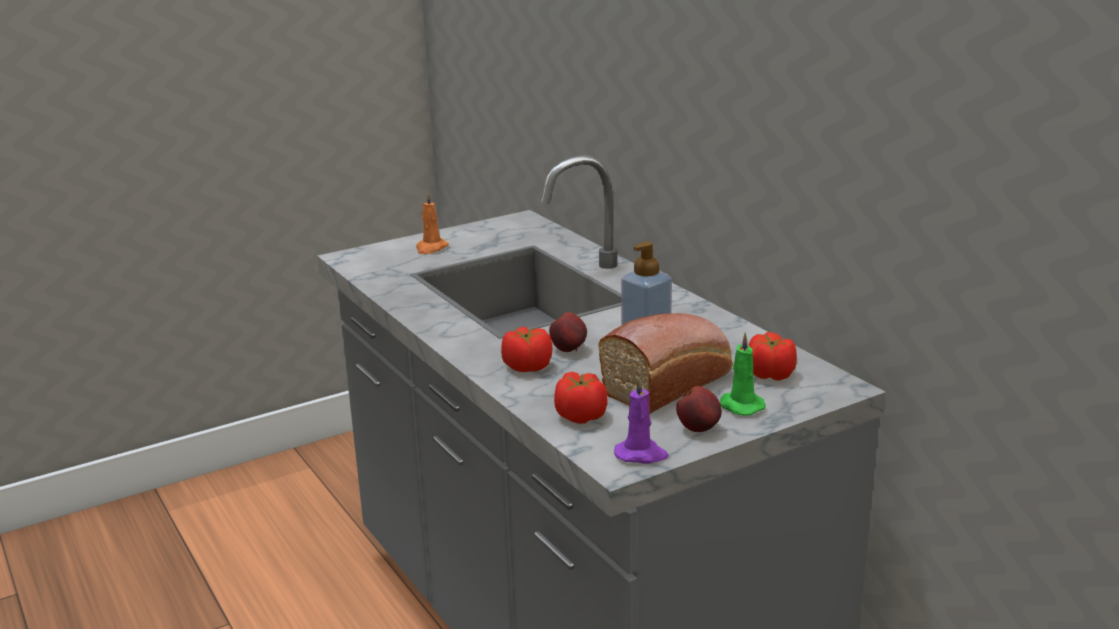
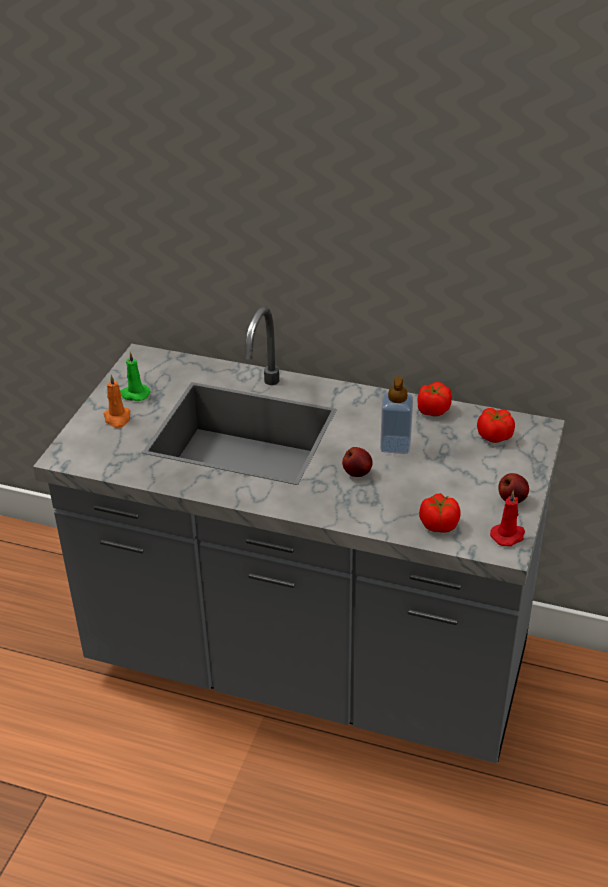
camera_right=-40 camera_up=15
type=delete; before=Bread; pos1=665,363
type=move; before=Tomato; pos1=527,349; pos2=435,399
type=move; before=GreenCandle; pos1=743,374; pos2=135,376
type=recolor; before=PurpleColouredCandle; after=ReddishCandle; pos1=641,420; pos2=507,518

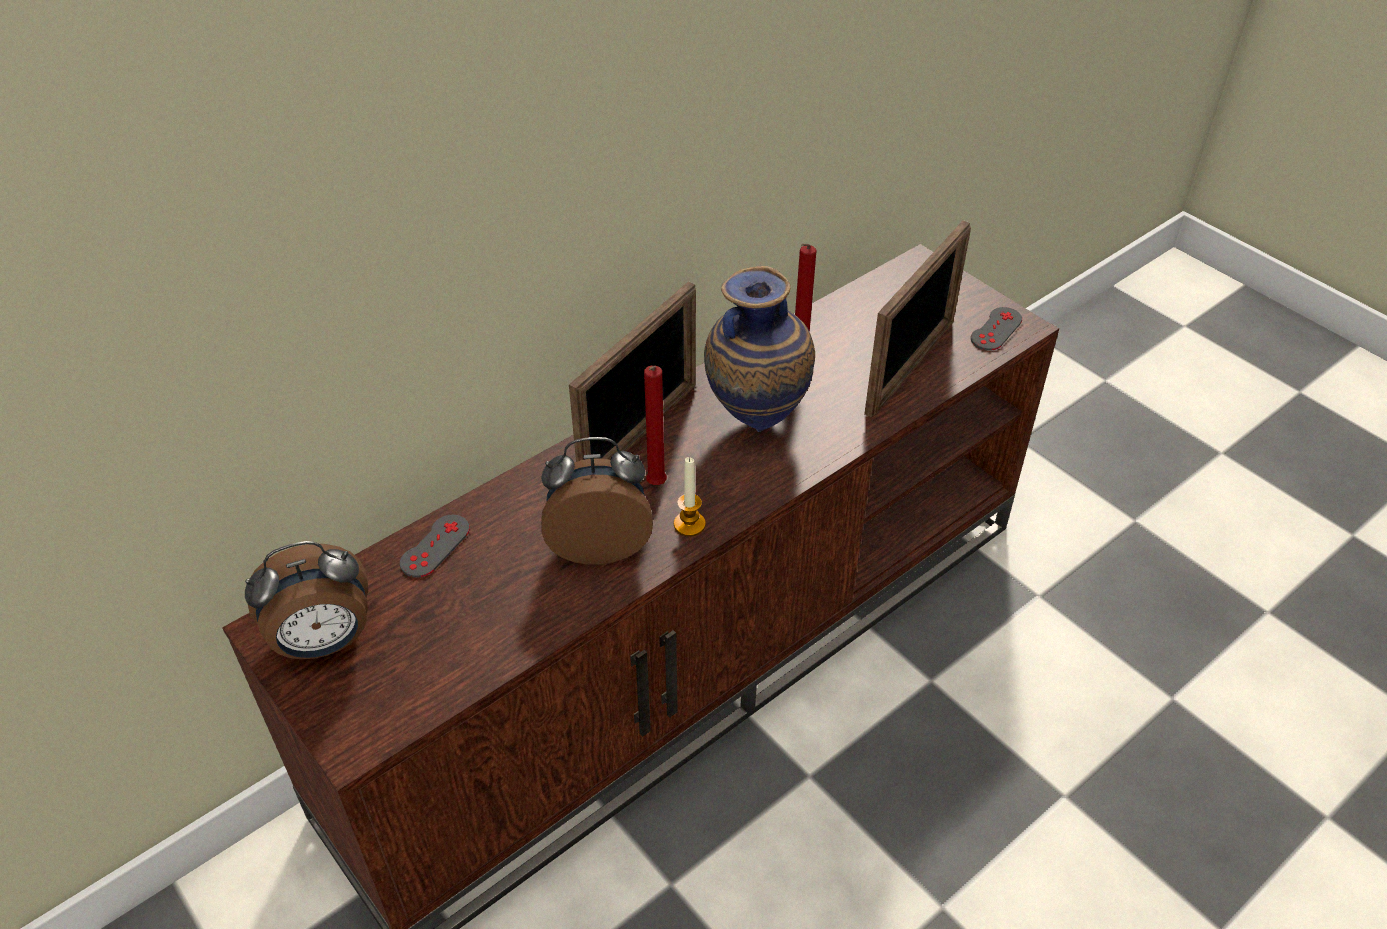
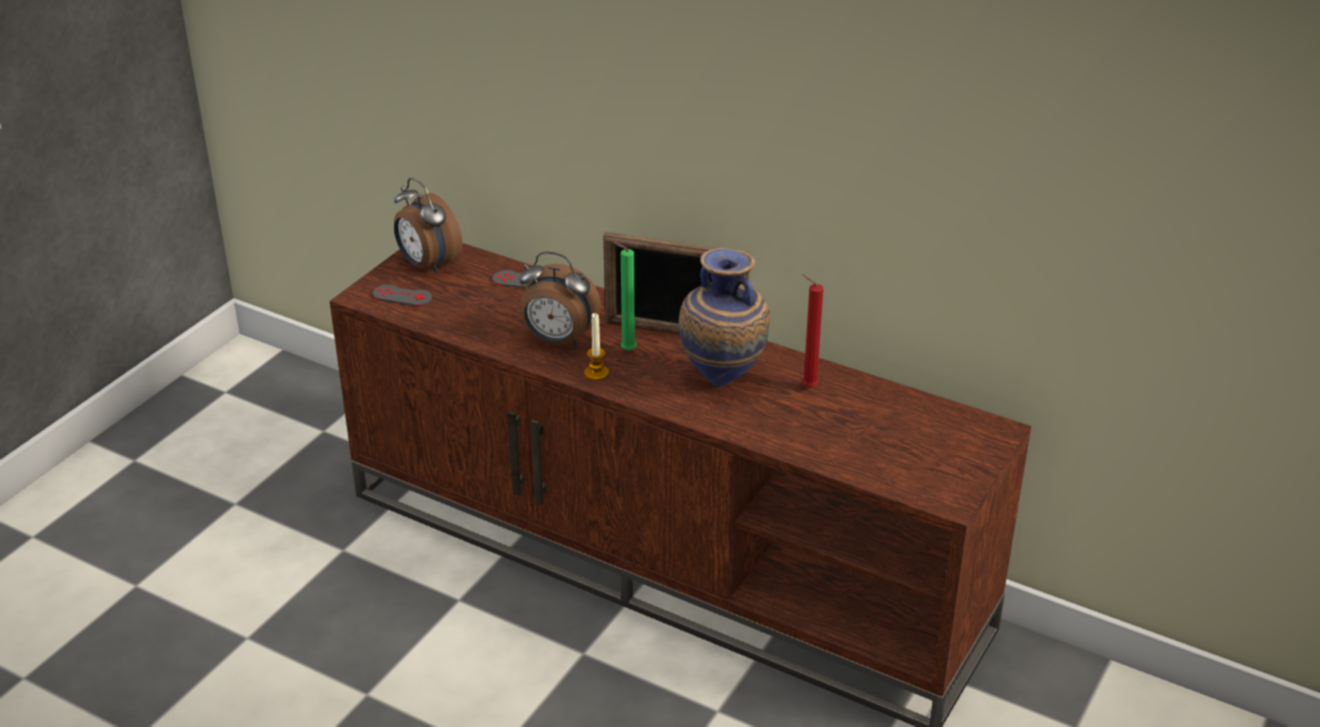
camera_right=70 camera_up=-10
type=delete; before=PhotoFrame; pos1=917,318
type=move; before=GrayGameController; pos1=996,328; pos2=402,295
type=recolor; before=ReddishCandle; after=GreenCandle; pos1=655,425; pos2=625,296
type=rotate; before=AlarmClock; pos1=597,501; pos2=560,298; turn=135

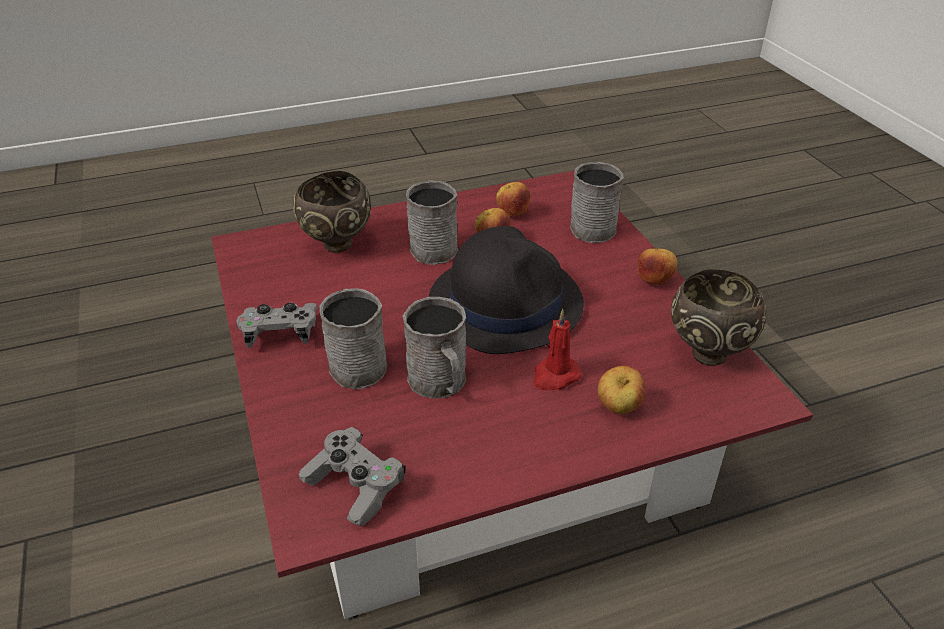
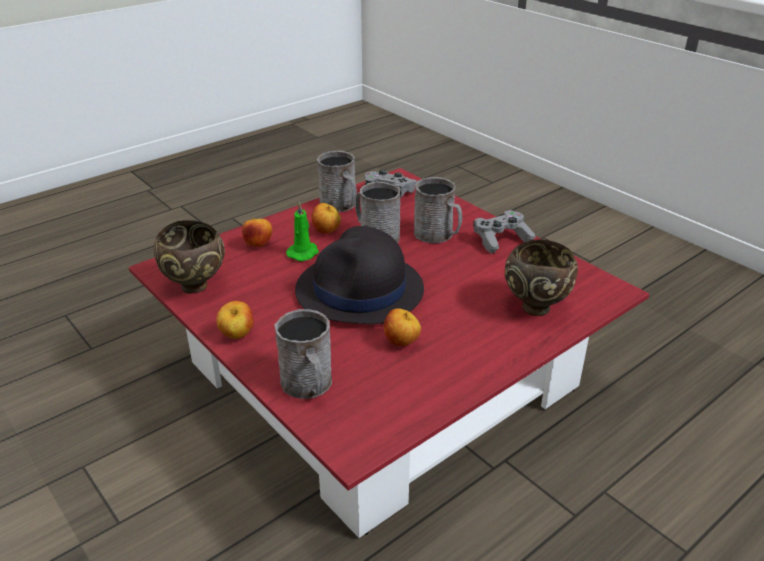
camera_right=160 camera_up=-5
type=move; before=GrayCoffeeMug; pos1=432,222; pos2=337,181
type=move; before=WholeApple; pos1=513,199; pos2=326,218
type=recolor; before=ReddishCandle; after=GreenCandle; pos1=557,349; pos2=302,231

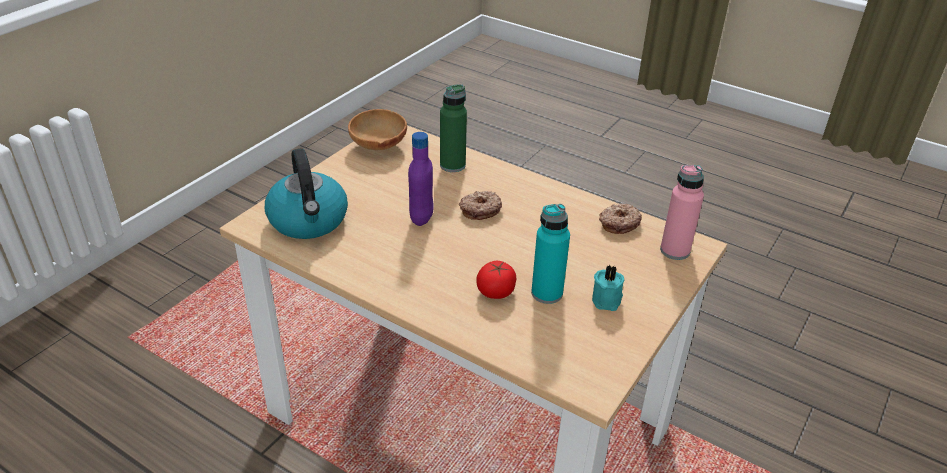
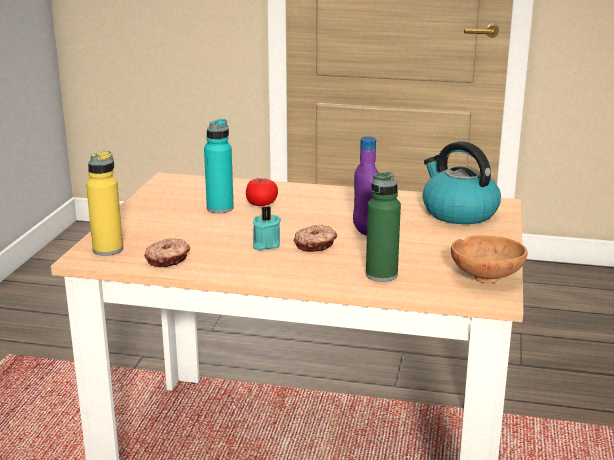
camera_right=160 camera_up=-15
type=move; before=TurquoiseColouredCandle; pos1=608,288; pos2=267,228
type=recolor; before=PinkishBeverageBottle; after=YellowishBeverageBottle; pos1=682,212; pos2=104,203

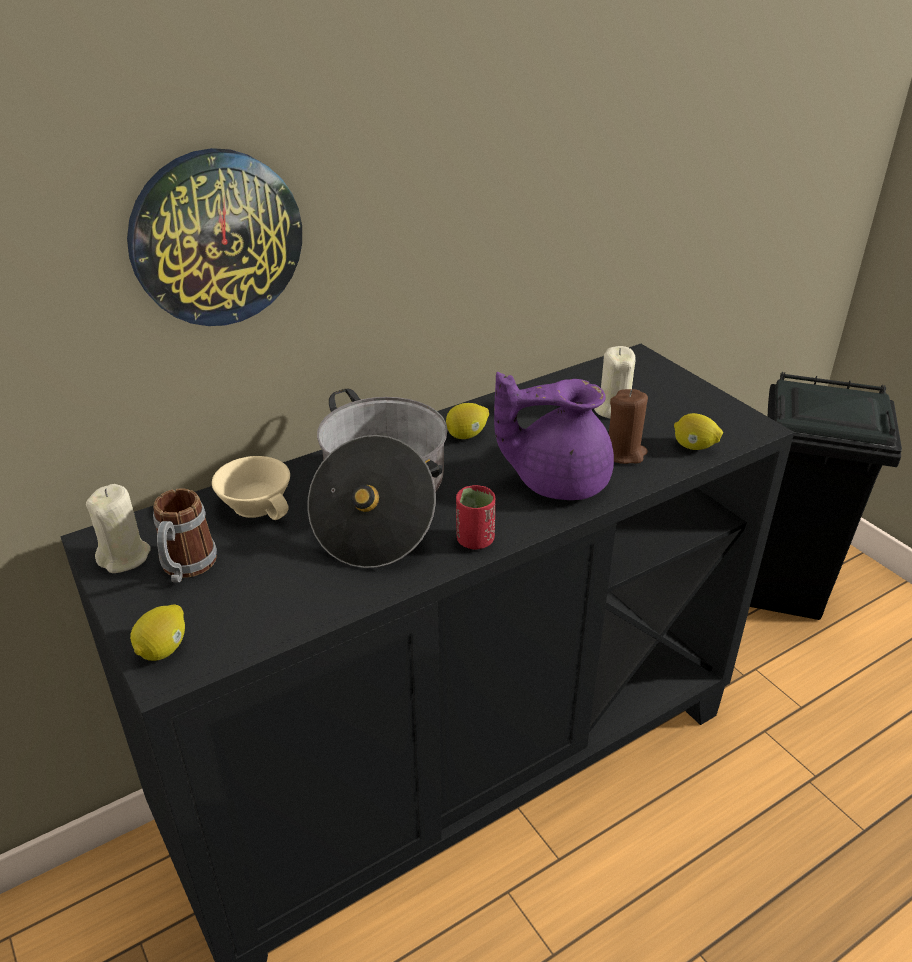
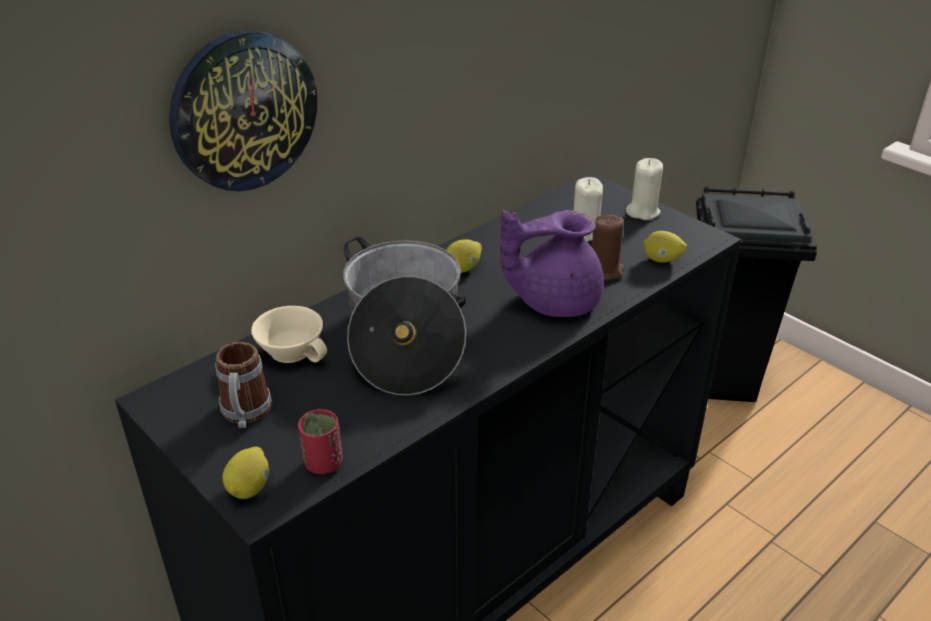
camera_right=-10 camera_up=0
type=move; before=SandColouredCandle; pos1=118,528; pos2=644,189
type=move; before=ReddishCup; pos1=476,517; pos2=320,441

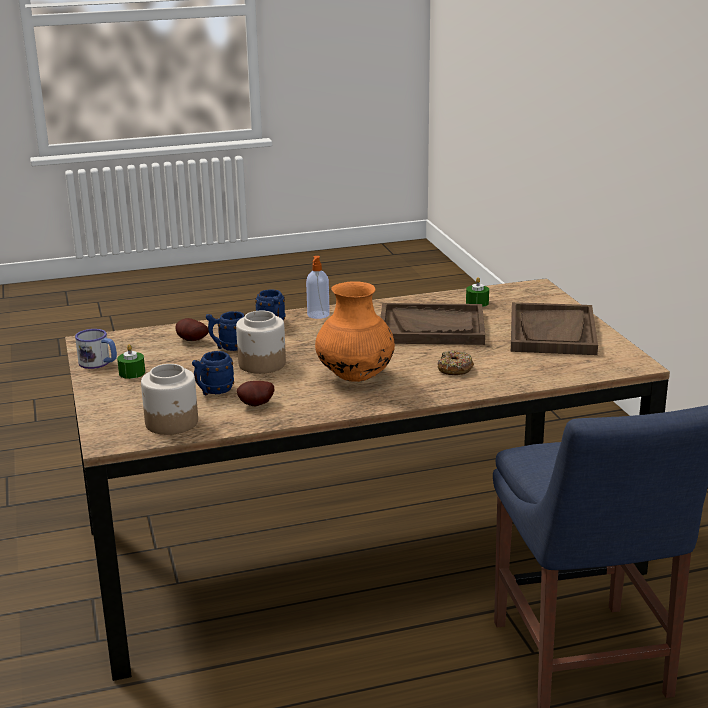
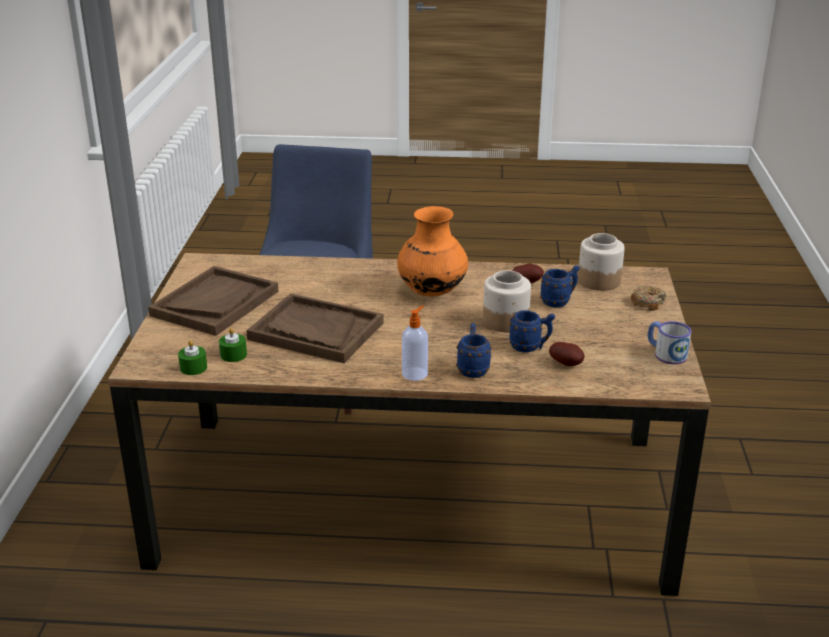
camera_right=-160 camera_up=5
type=move; before=GreenCandle; pos1=131,361; pos2=192,357
type=move; before=Doughnut; pos1=455,362; pos2=648,298

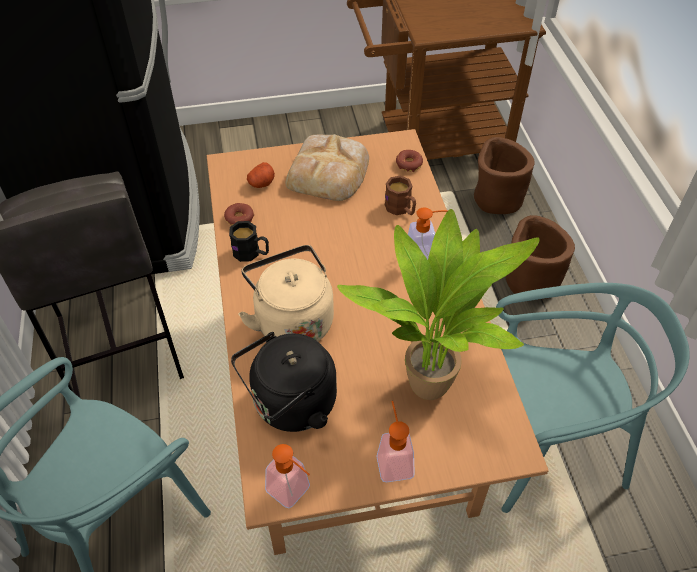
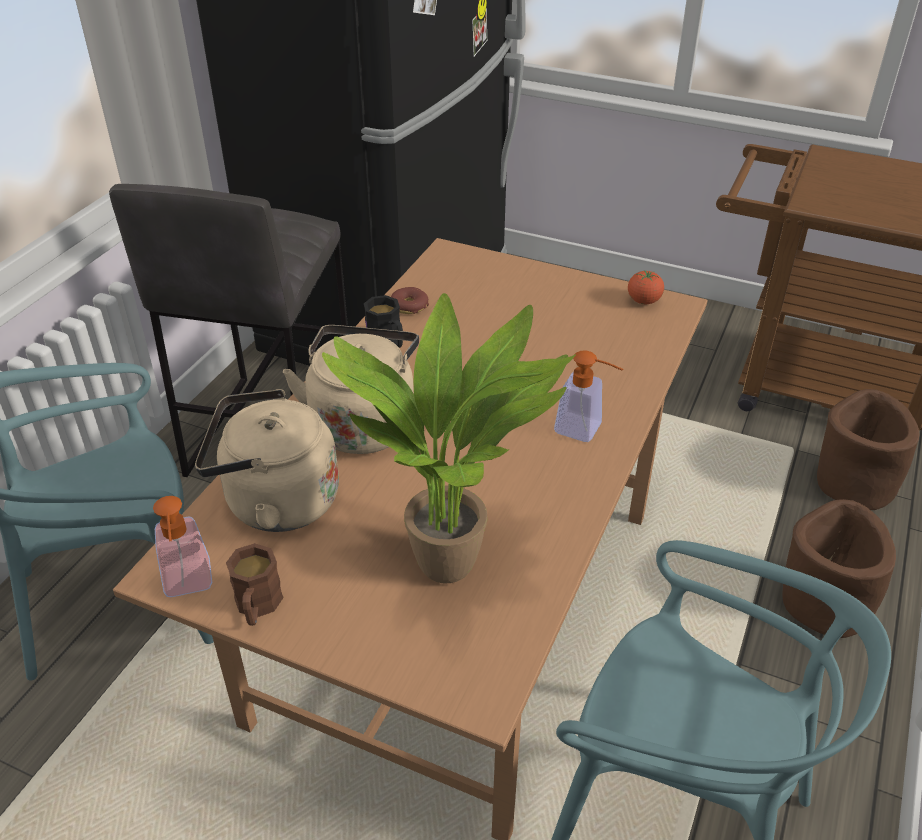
camera_right=35 camera_up=-10
type=delete; before=Potato; pos1=261,175
type=delete; before=Bread; pos1=327,167
type=delete; before=SoapDispenser; pos1=395,441
type=delete; before=Doughnut; pos1=409,161
type=insert; after=Tomato; pos2=646,287
type=move; before=BrownCoffeeMug; pos1=400,195; pos2=255,584
type=recolor; before=BlackishTeaKettle; after=SandColouredTeaKettle; pos1=284,382; pos2=267,460

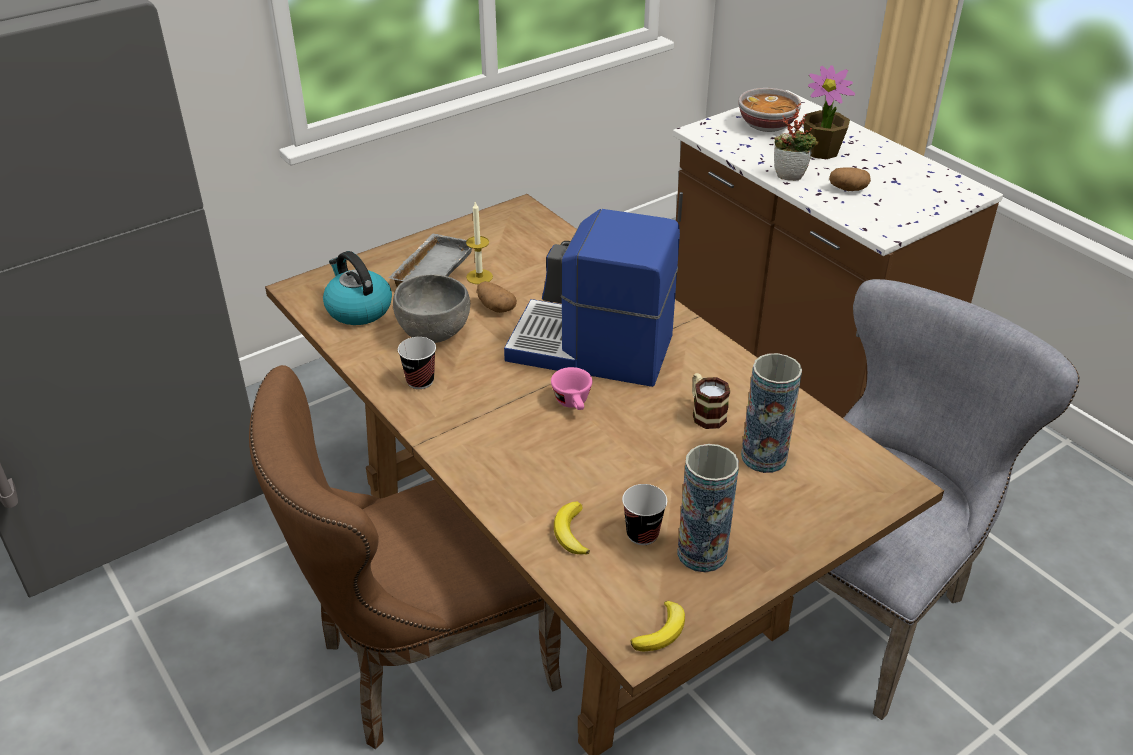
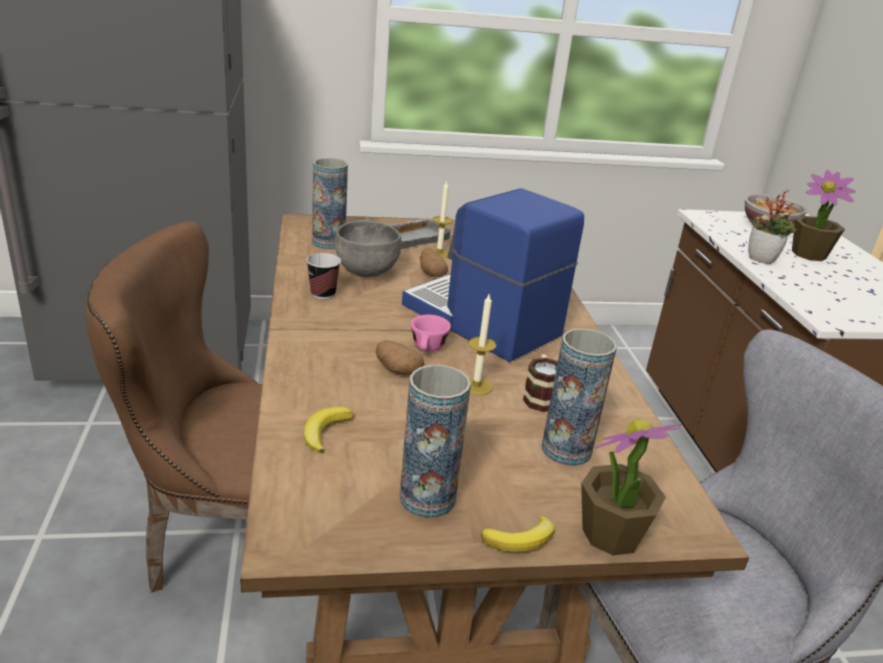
camera_right=25 camera_up=-10
type=delete; before=Cup; pos1=644,514
type=insert; after=Candle; pos2=482,344
type=insert; after=Houseplant; pos2=631,487
type=move; before=BananaFruit; pos1=658,626; pos2=517,534
type=move; before=Potato; pos1=850,179; pos2=400,357
type=replace; before=TeaKettle; after=FlowerVase; pos1=357,288; pos2=330,204

